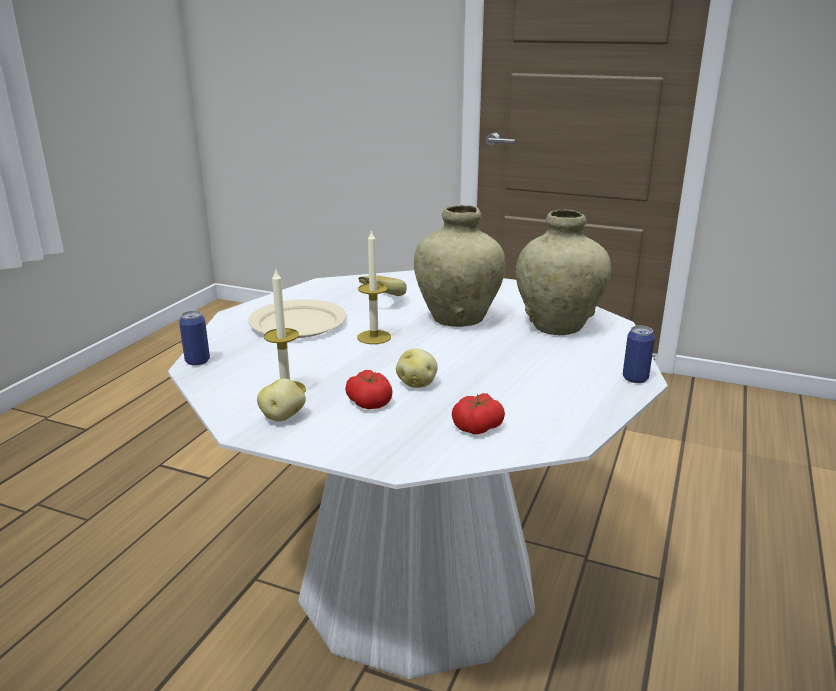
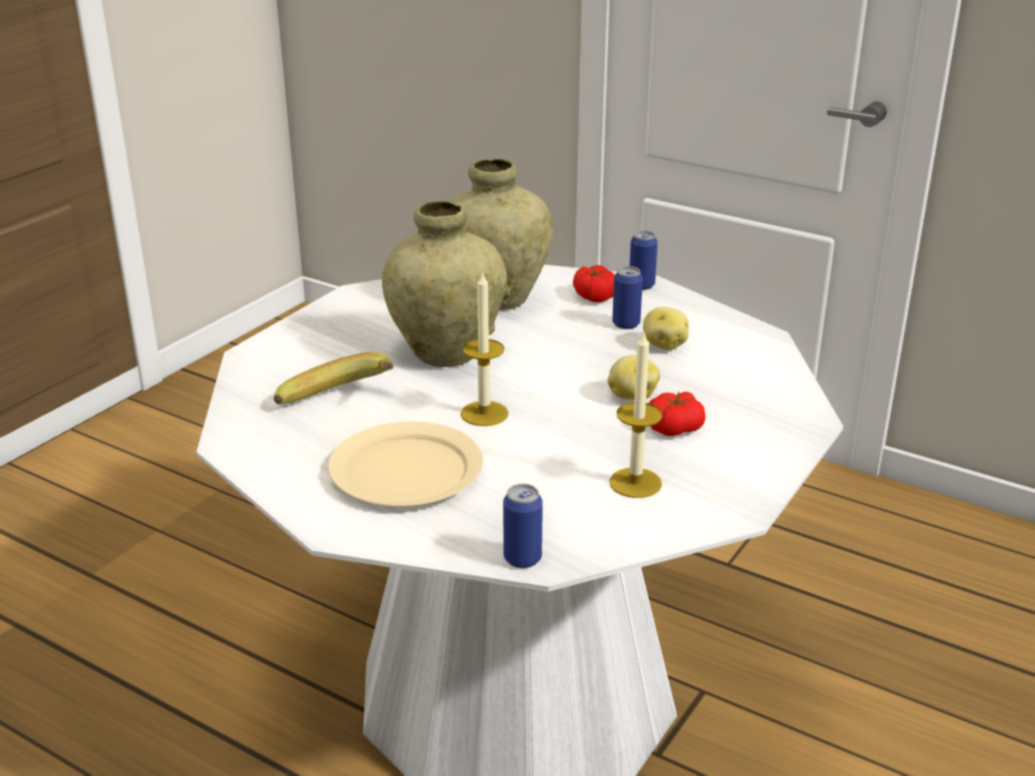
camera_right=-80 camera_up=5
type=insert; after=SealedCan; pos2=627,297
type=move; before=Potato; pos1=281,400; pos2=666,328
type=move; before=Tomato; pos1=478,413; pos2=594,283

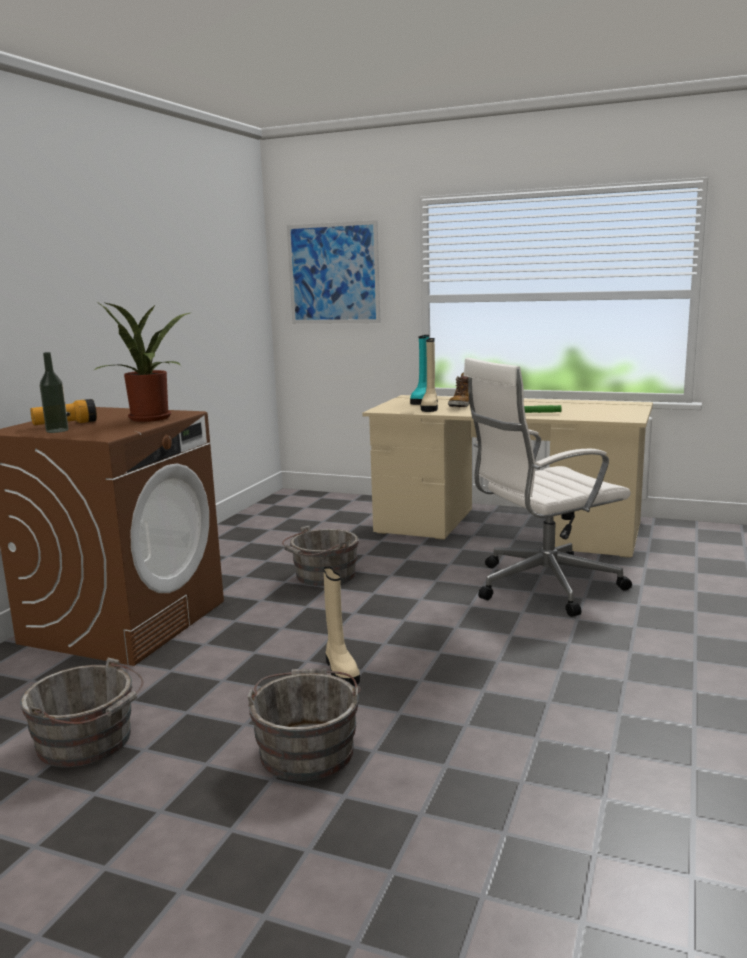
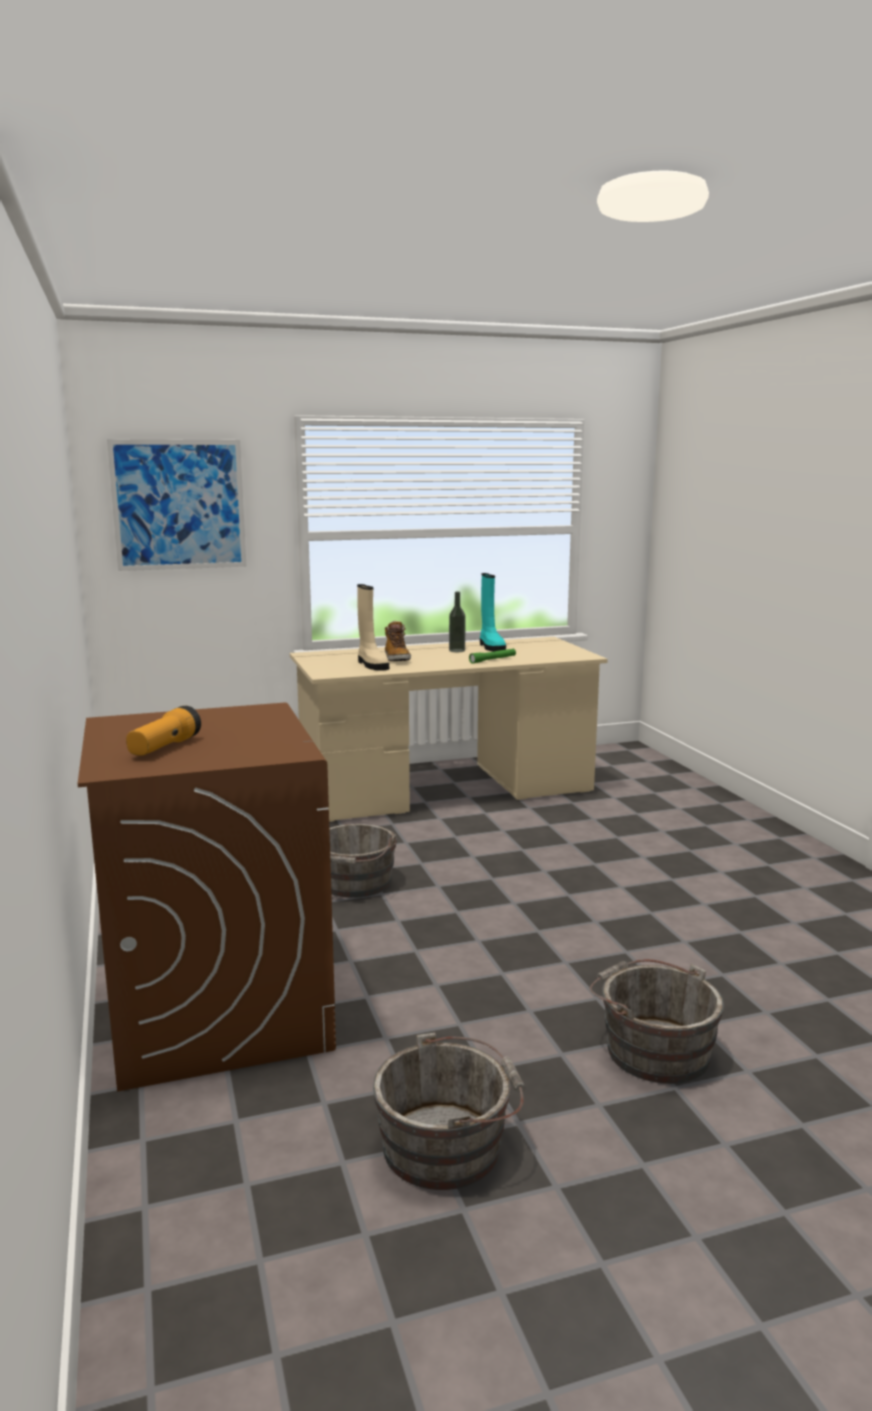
camera_right=-40 camera_up=0
type=delete; before=Houseplant; pos1=142,362
type=delete; before=SandColouredBoot; pos1=341,626
type=delete; before=WhiteColouredOfficeChair; pos1=547,487
type=move; before=BeverageBottle; pos1=54,392; pos2=457,622
type=move; before=TurquoiseColouredBoot; pos1=419,370; pos2=493,612

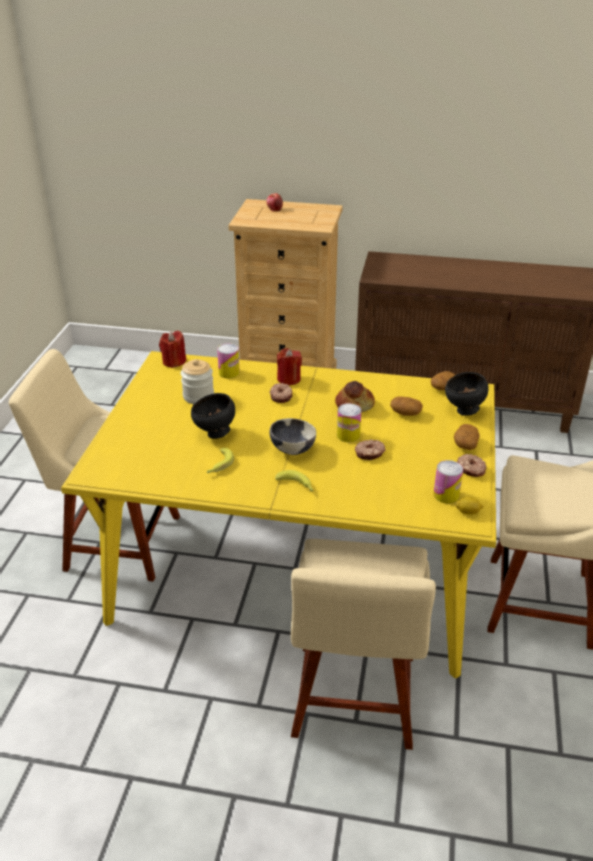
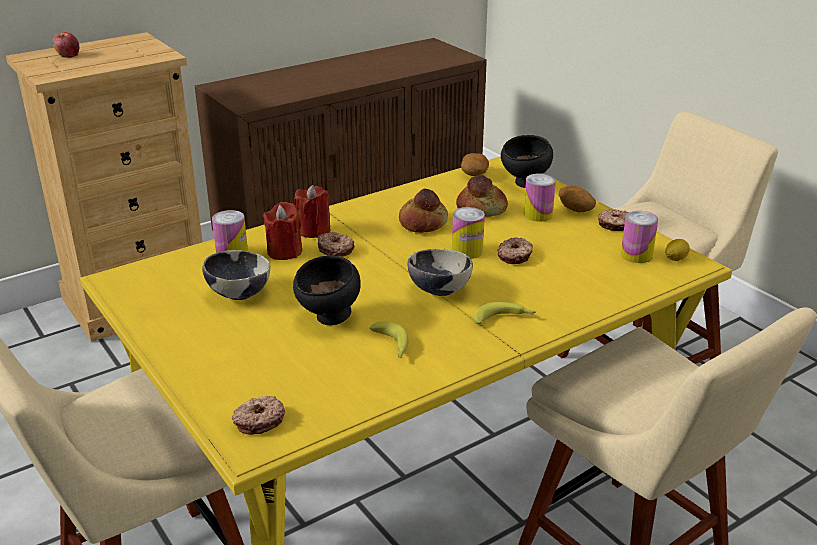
camera_right=-45 camera_up=-5
type=insert; after=Doughnut; pos2=258,415
type=insert; after=SealedCan; pos2=540,197
type=move; before=ReddishCandle; pos1=172,349; pos2=283,231
type=replace; before=PreserveJar; after=ServingBowl; pos1=197,381; pos2=236,275
type=replace; before=Potato; after=Bread; pos1=406,406; pos2=482,196

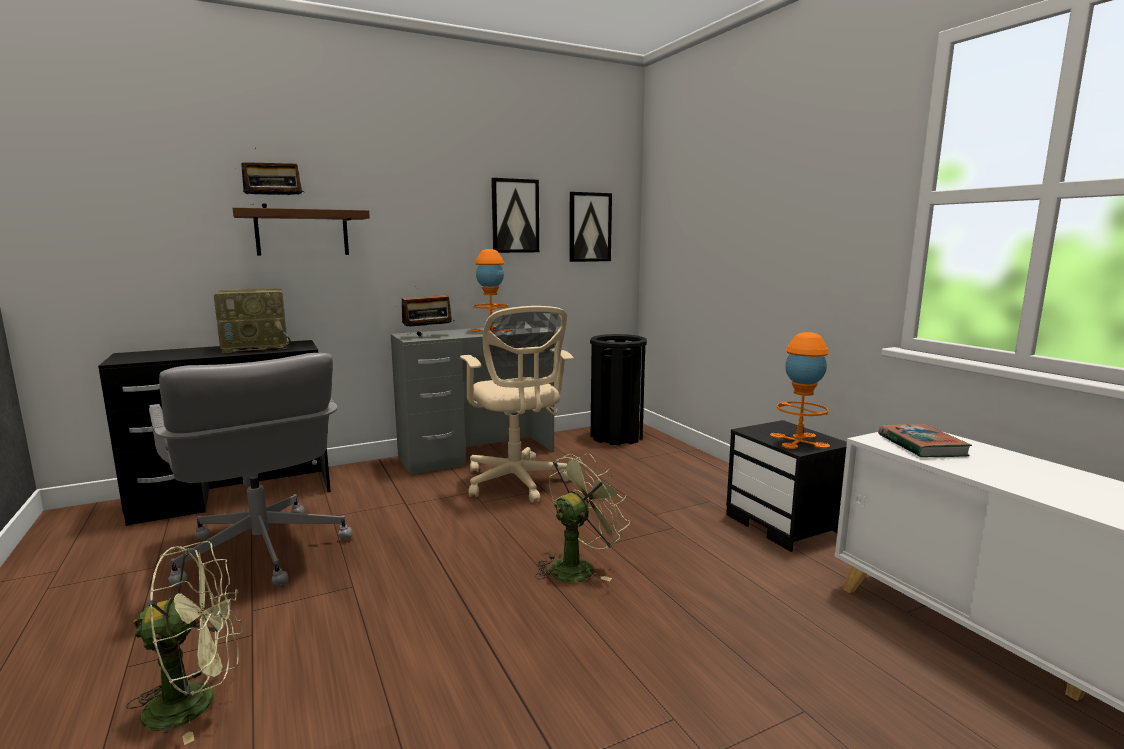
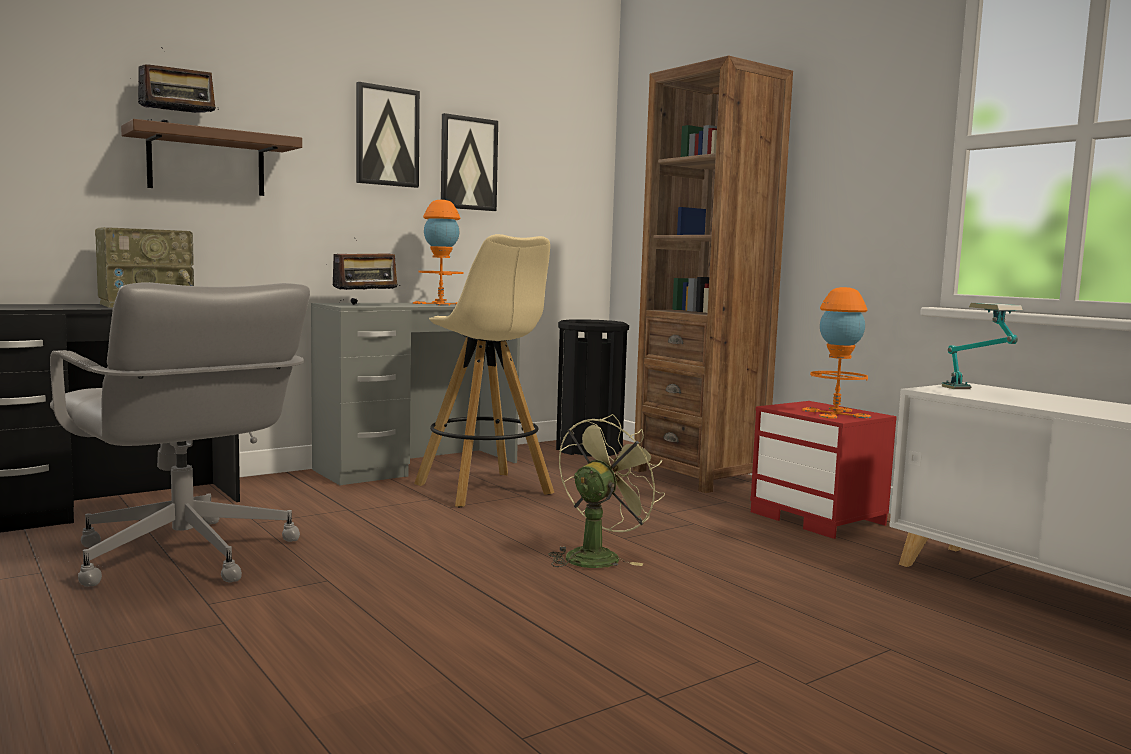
camera_right=-10 camera_up=-5
type=delete; before=GreenCoolingFan; pos1=184,643
type=insert; after=BrownBookcase; pos2=713,274
type=move; before=Picture; pos1=590,227; pos2=388,135
type=replace; before=SandColouredOfficeChair; after=SandColouredSittingStool; pos1=517,404; pos2=484,370
type=replace; before=Volume; after=TableLamp; pos1=925,440; pos2=982,346
type=recolor; before=BlackishNightstand; after=ReddishNightstand; pos1=786,486; pos2=823,470

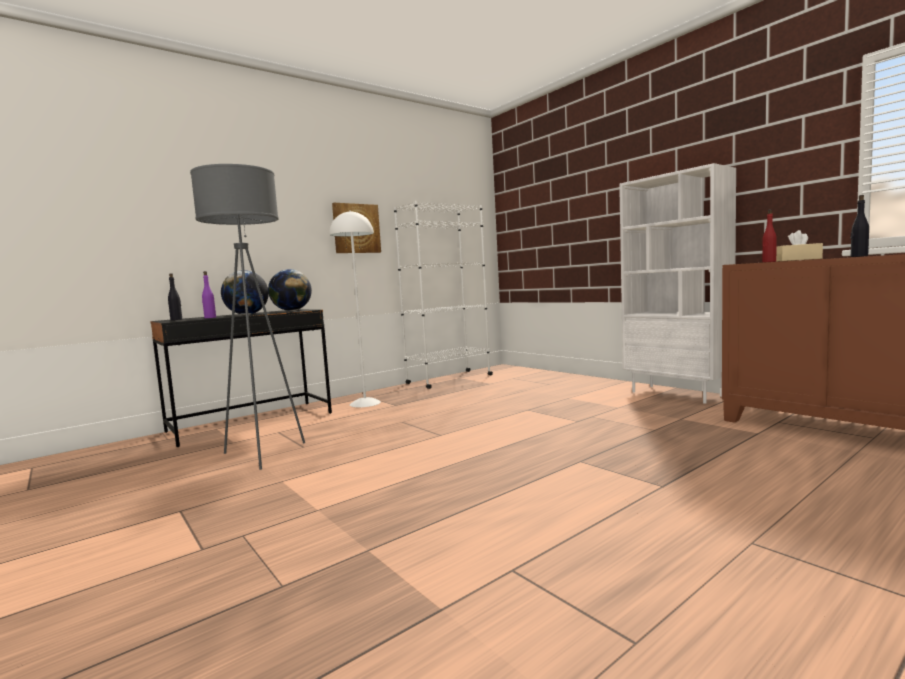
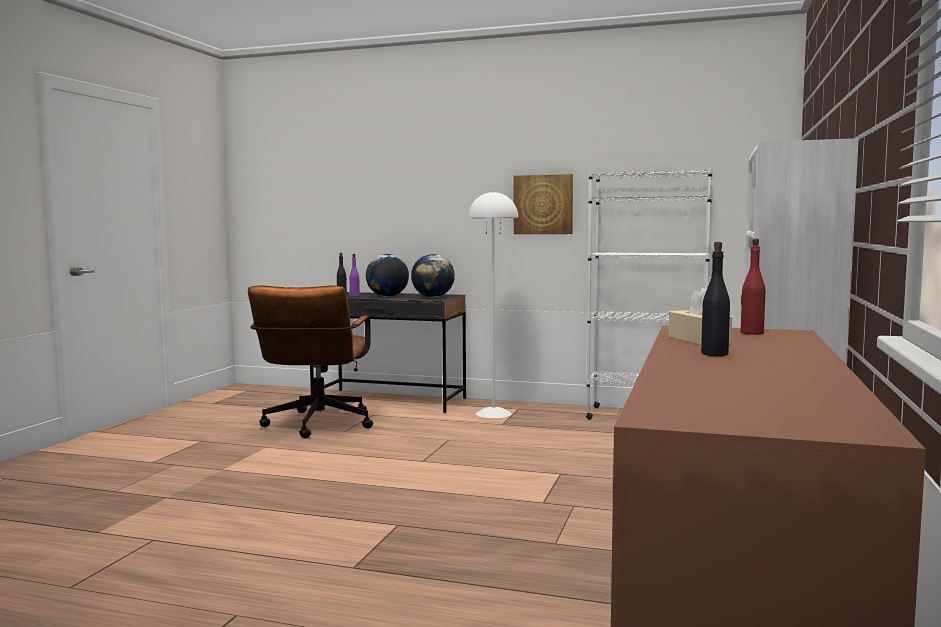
camera_right=55 camera_up=0
type=replace; before=GrayFloorLamp; after=BrownOfficeChair; pos1=247,317; pos2=310,361

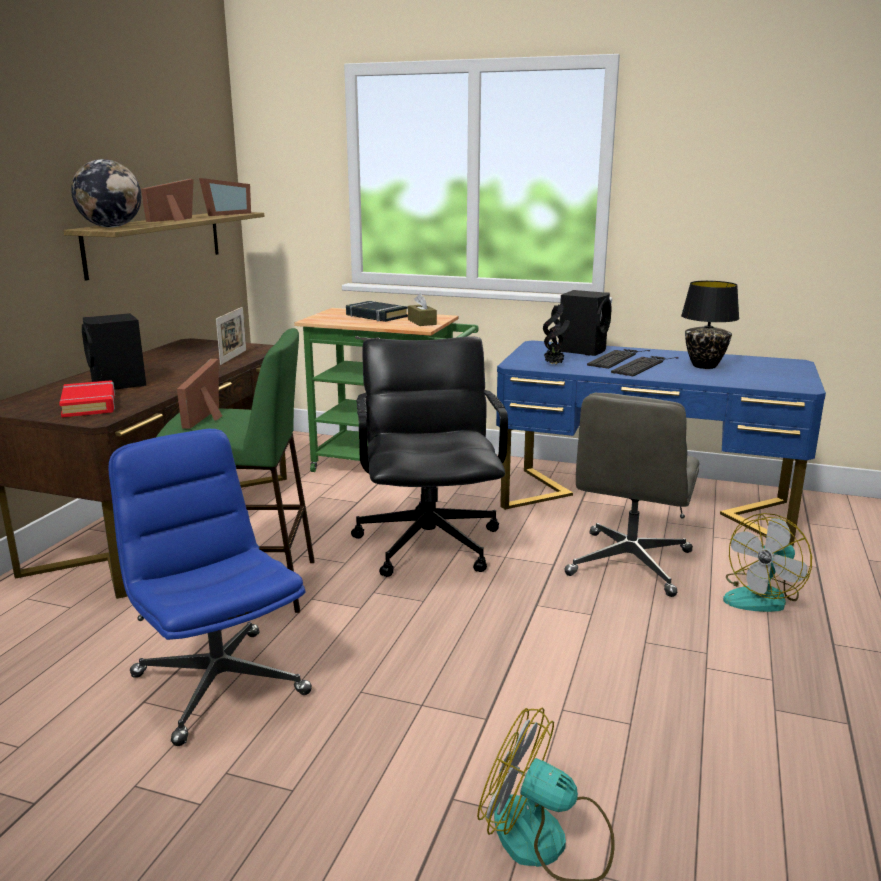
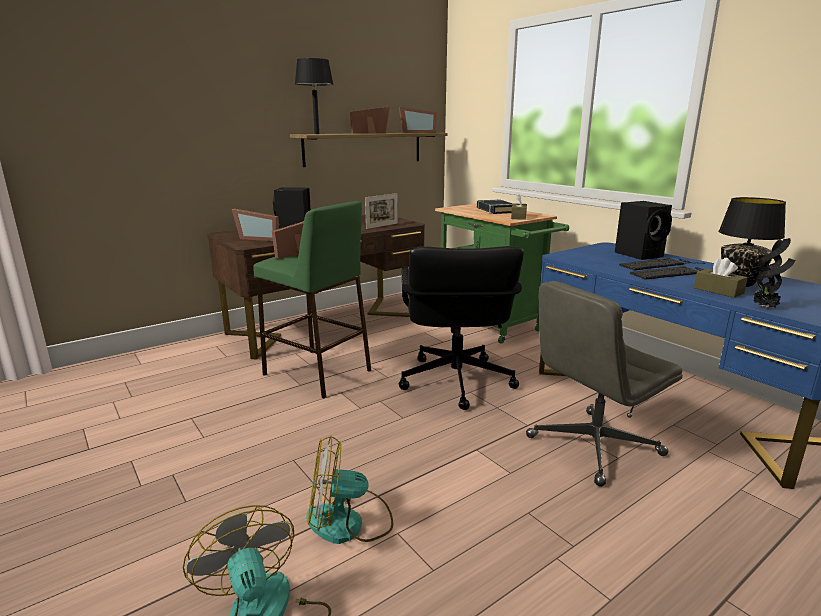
camera_right=35 camera_up=0
type=delete; before=BluishOfficeChair; pos1=210,587
type=insert; after=BrownTissueHolder; pos2=721,278
type=move; before=Houseplant; pos1=556,334; pos2=775,273
type=move; before=CoolingFan; pos1=767,562; pos2=349,489
type=replace; before=ReddishVolume; after=PhotoFrame; pos1=87,398; pos2=255,225
type=replace; before=Globe; after=BlackishTableLamp; pos1=106,193; pos2=314,96
type=rotate; before=BlackishOfficeChair; pos1=429,456; pos2=461,328; turn=150

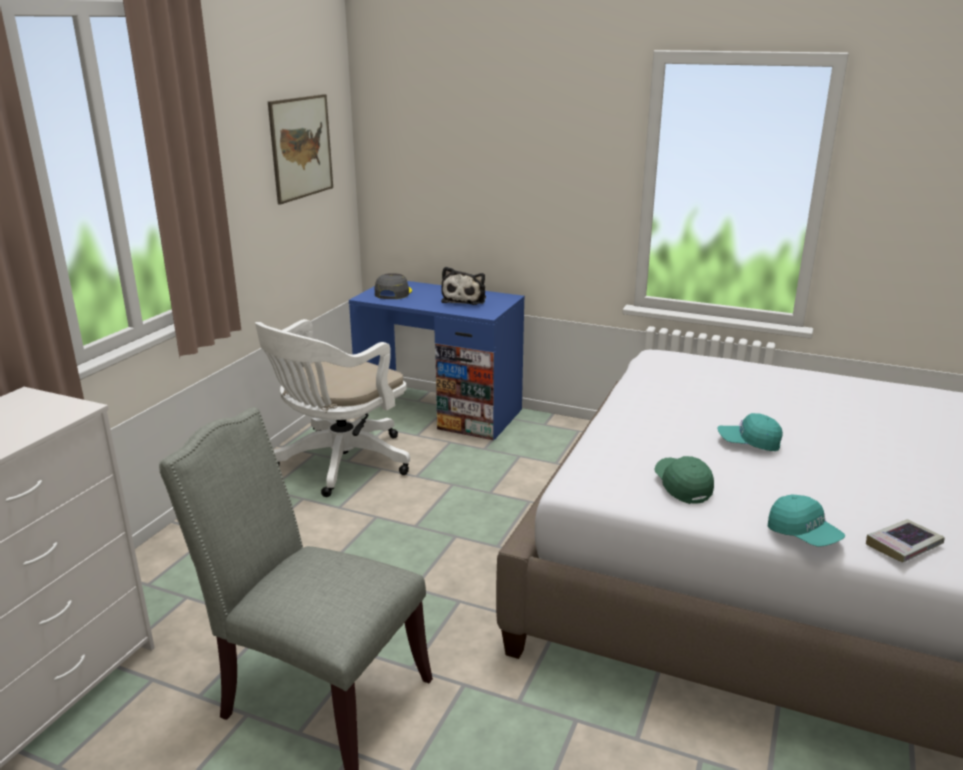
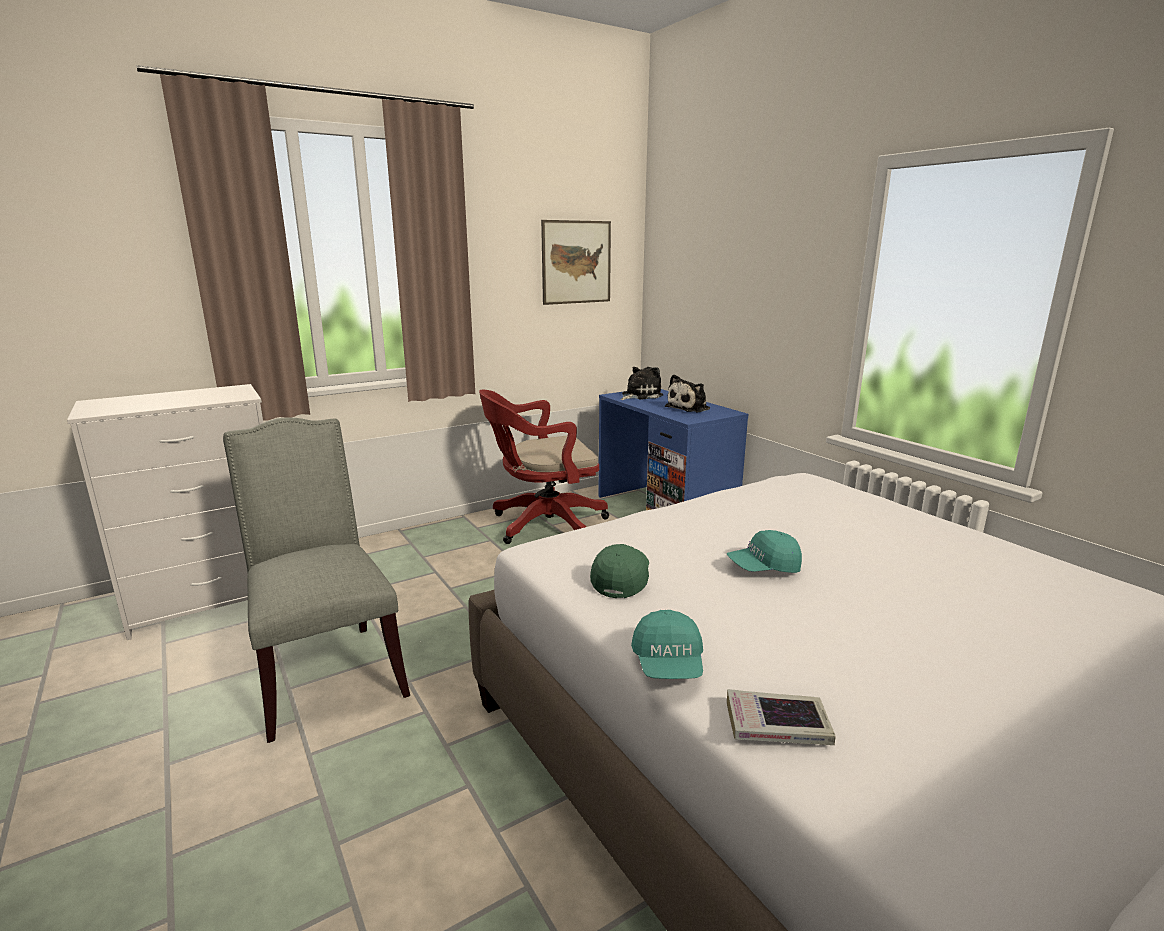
camera_right=35 camera_up=-5
type=replace; before=GrayBaseballCap; after=CuddlyToy; pos1=393,286; pos2=642,383
type=recolor; before=WhiteColouredOfficeChair; after=ReddishOfficeChair; pos1=332,408; pos2=544,467
type=rotate; before=TurquoiseColouredBaseballCap; pos1=750,432; pos2=764,551; turn=-60

